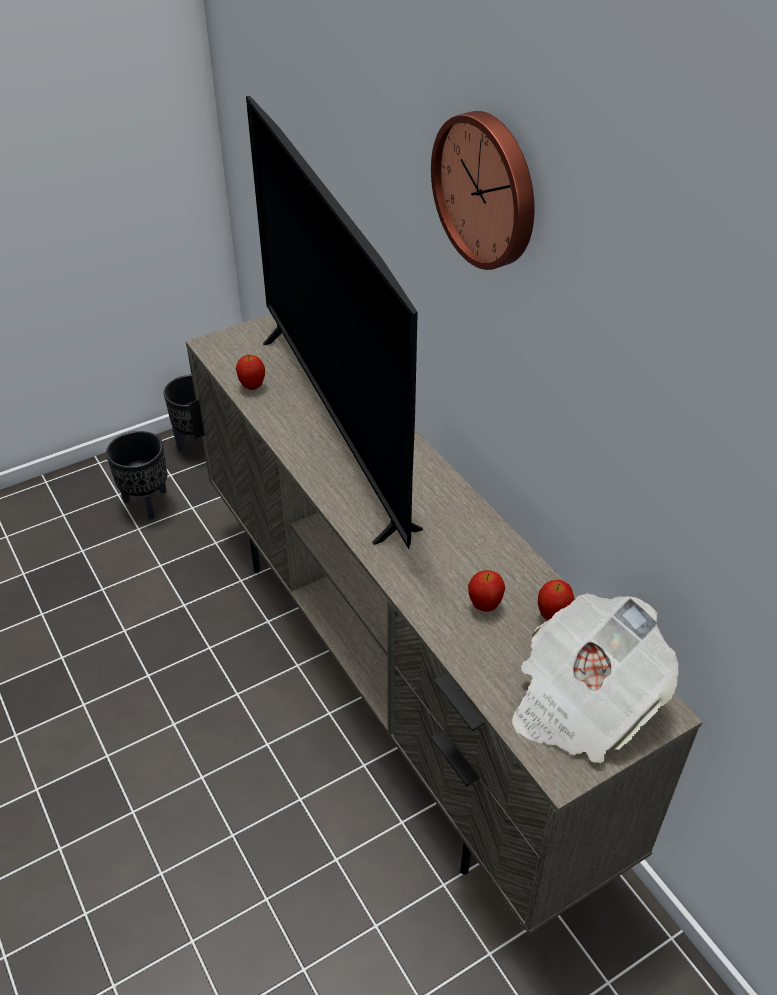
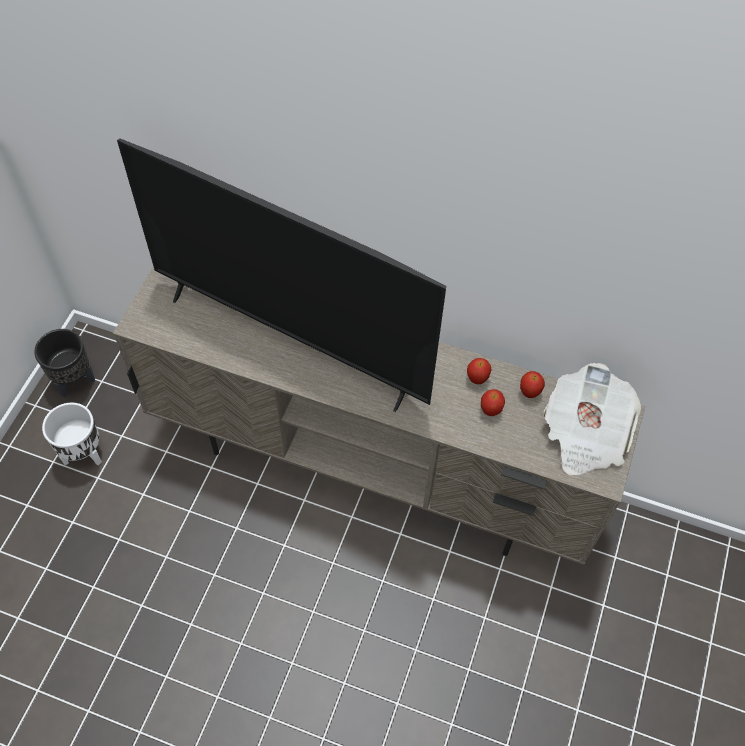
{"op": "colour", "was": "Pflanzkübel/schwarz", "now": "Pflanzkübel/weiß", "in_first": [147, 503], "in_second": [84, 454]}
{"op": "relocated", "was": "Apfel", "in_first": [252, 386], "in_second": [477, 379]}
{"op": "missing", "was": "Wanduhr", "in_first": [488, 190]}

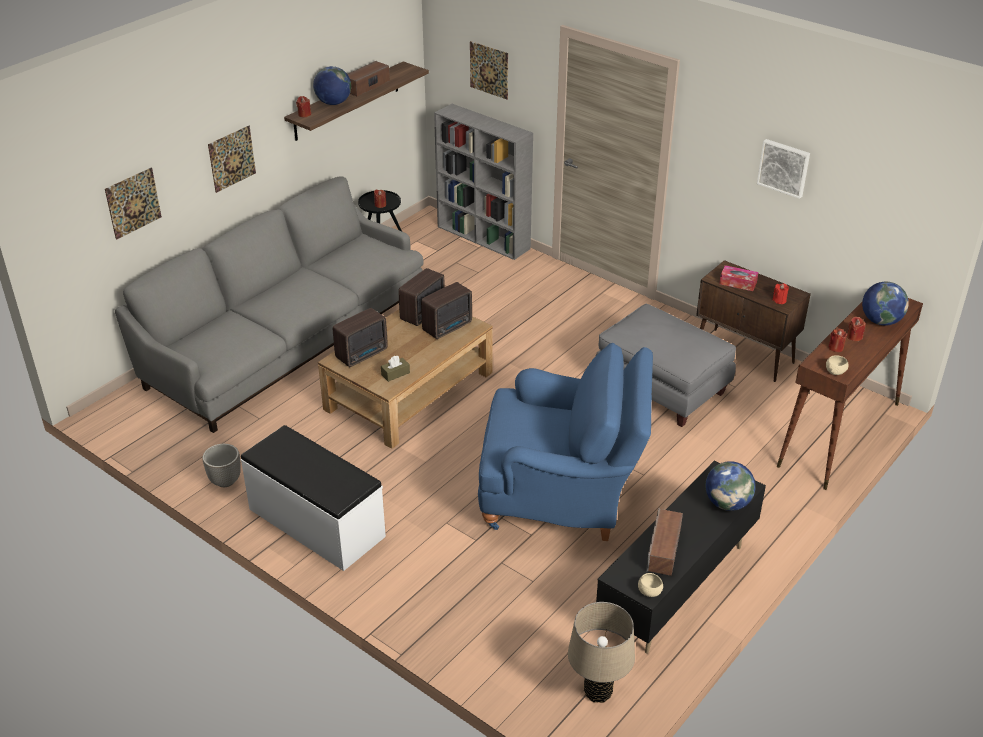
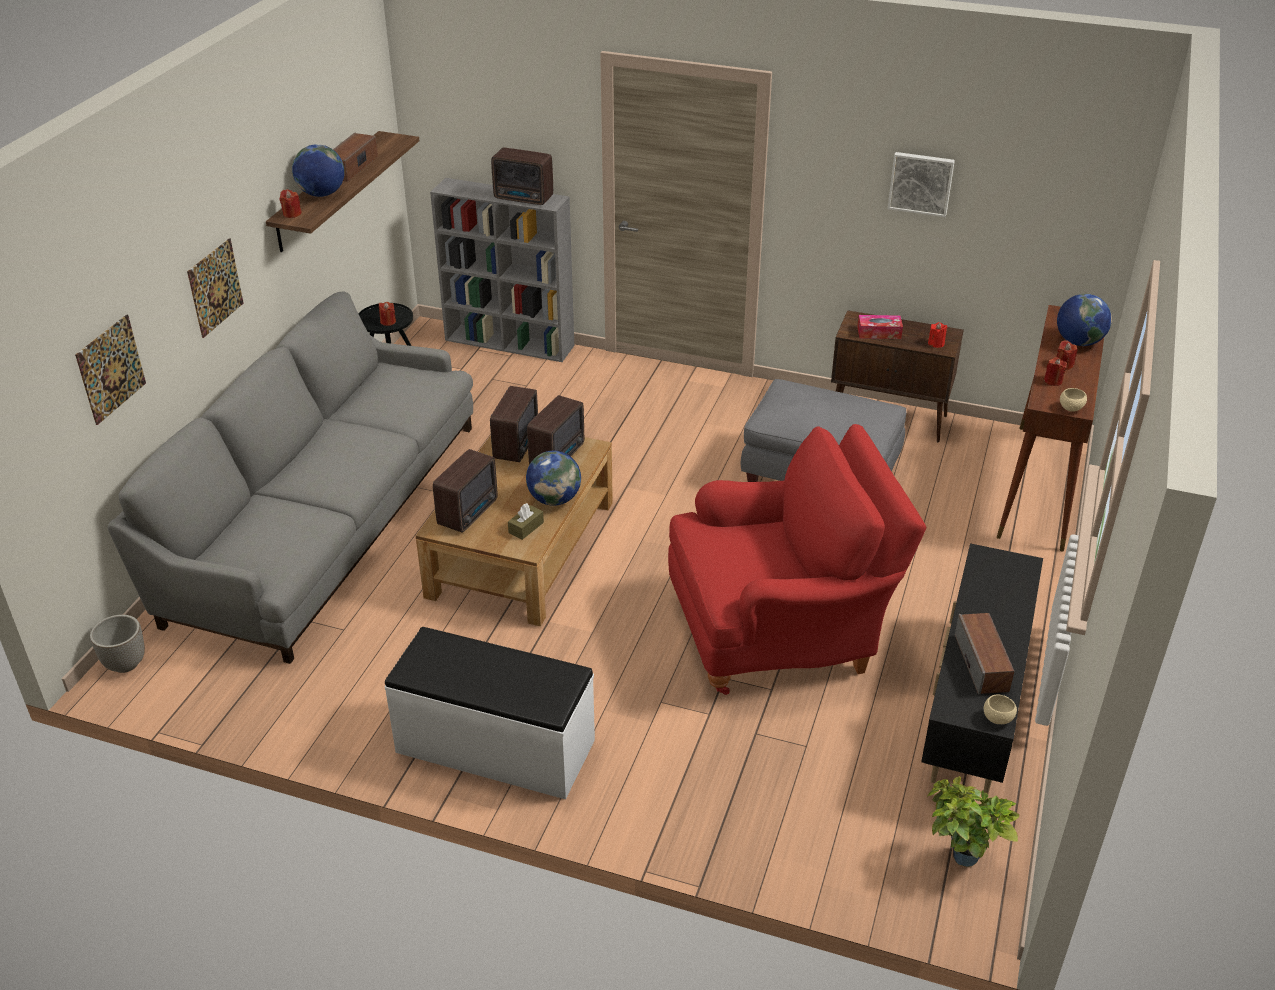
{"op": "relocated", "was": "Pflanzkübel", "in_first": [225, 480], "in_second": [125, 663]}
{"op": "missing", "was": "Bild", "in_first": [489, 70]}
{"op": "colour", "was": "Sessel/blau", "now": "Sessel/rot", "in_first": [562, 495], "in_second": [781, 632]}
{"op": "exchanged", "was": "Tischlampe/beige", "now": "Topfpflanze", "in_first": [598, 692], "in_second": [959, 860]}
{"op": "relocated", "was": "Globus", "in_first": [727, 503], "in_second": [554, 499]}
{"op": "appeared", "now": "Radio", "in_second": [524, 198]}

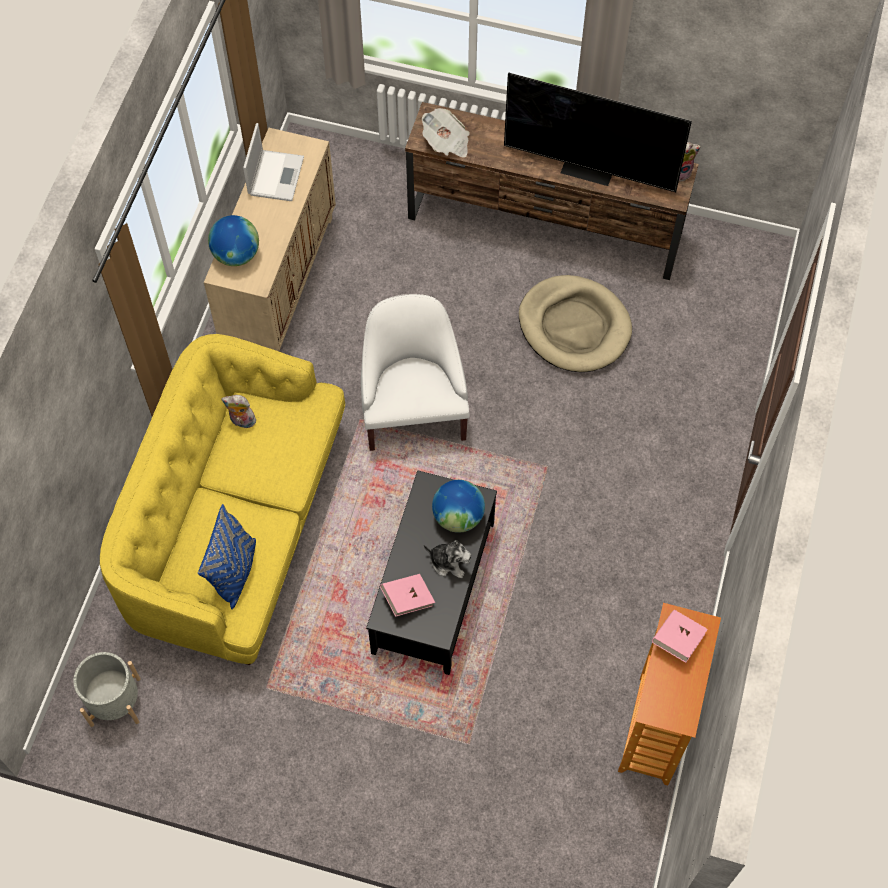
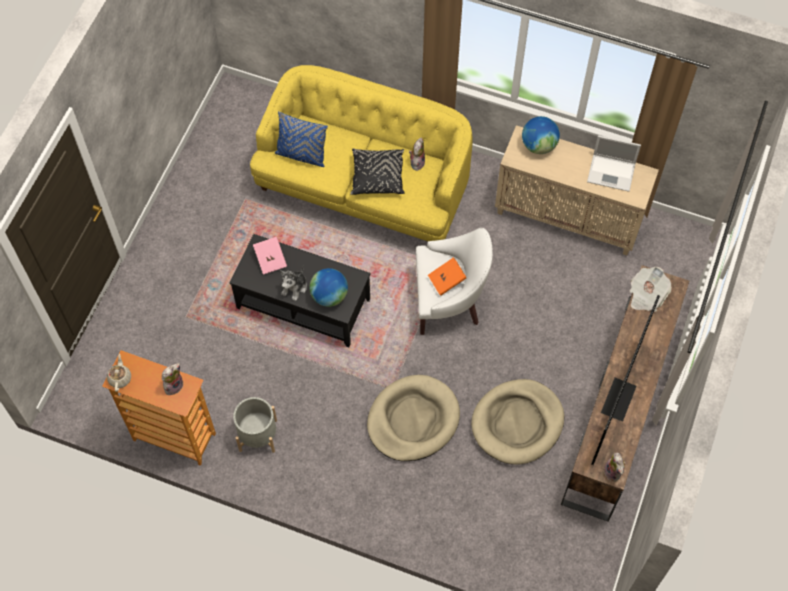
{"op": "relocated", "was": "Pflanzkübel/grau", "in_first": [115, 701], "in_second": [258, 435]}
{"op": "exchanged", "was": "Buch/rosa", "now": "Plüschtier", "in_first": [677, 640], "in_second": [173, 385]}
{"op": "appeared", "now": "Teekanne/beige", "in_second": [120, 378]}
{"op": "appeared", "now": "Kissen/schwarz", "in_second": [377, 176]}
{"op": "appeared", "now": "Hundebett/beige", "in_second": [413, 420]}
{"op": "appeared", "now": "Buch/orange", "in_second": [447, 280]}

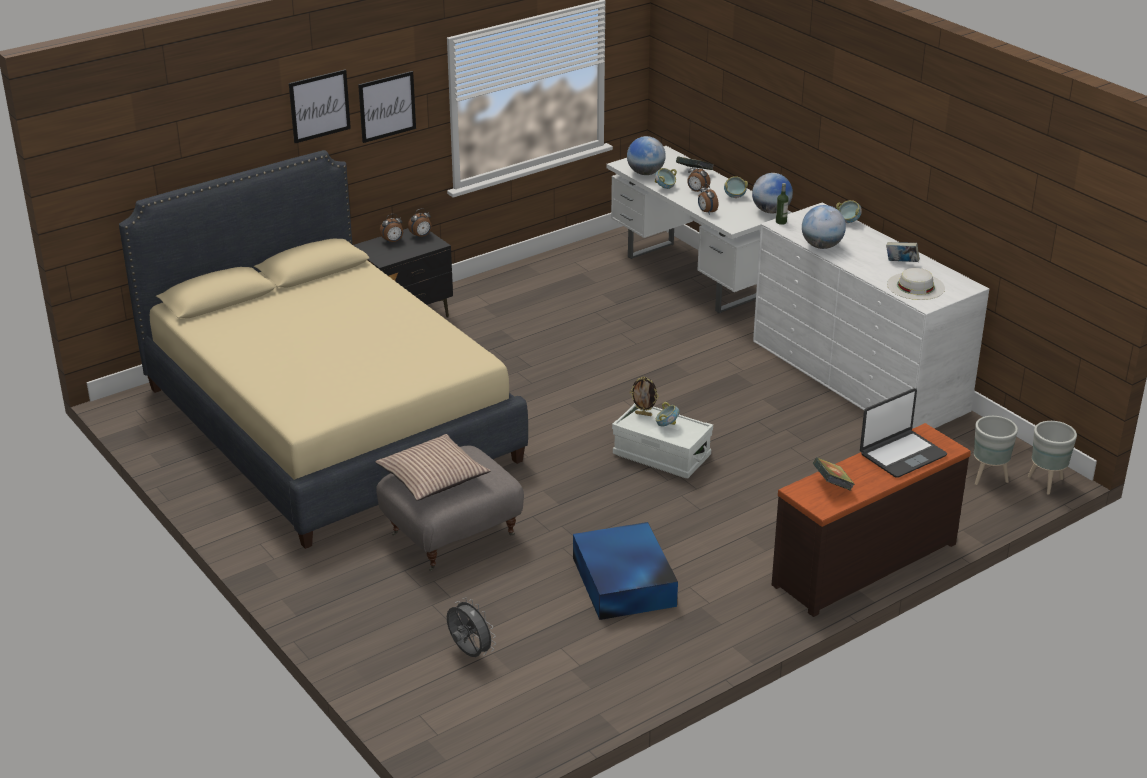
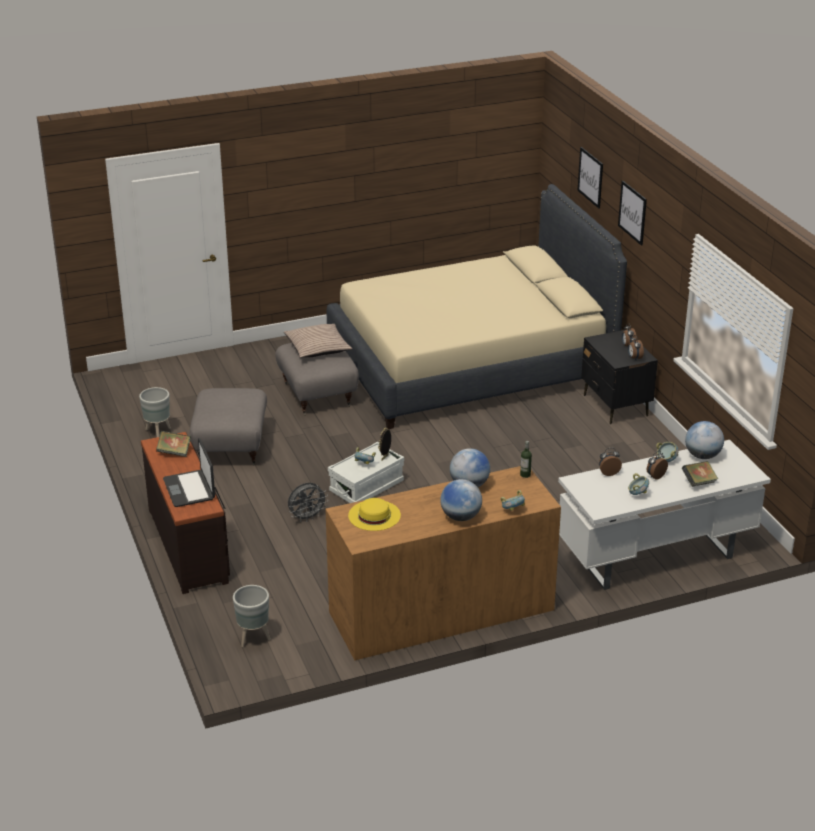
{"op": "relocated", "was": "Bild", "in_first": [387, 106], "in_second": [590, 177]}
{"op": "relocated", "was": "Ventilator/grau", "in_first": [469, 653], "in_second": [307, 517]}
{"op": "exchanged", "was": "Aufbewahrungsbox/blau", "now": "Polsterhocker/grau", "in_first": [623, 583], "in_second": [230, 446]}
{"op": "relocated", "was": "Globus", "in_first": [771, 211], "in_second": [460, 517]}
{"op": "colour", "was": "Kommode/weiß", "now": "Kommode/braun", "in_first": [858, 375], "in_second": [441, 611]}
{"op": "missing", "was": "Buch", "in_first": [901, 263]}
{"op": "colour", "was": "Hut/weiß", "now": "Hut/gelb", "in_first": [915, 286], "in_second": [374, 515]}
{"op": "relocated", "was": "Pflanzkübel/grau", "in_first": [1045, 483], "in_second": [158, 432]}

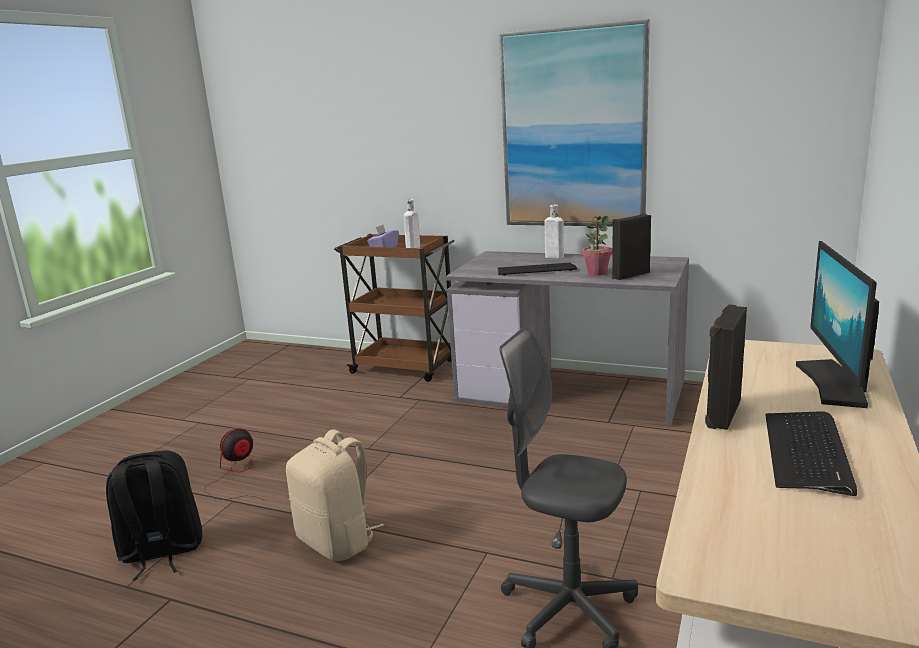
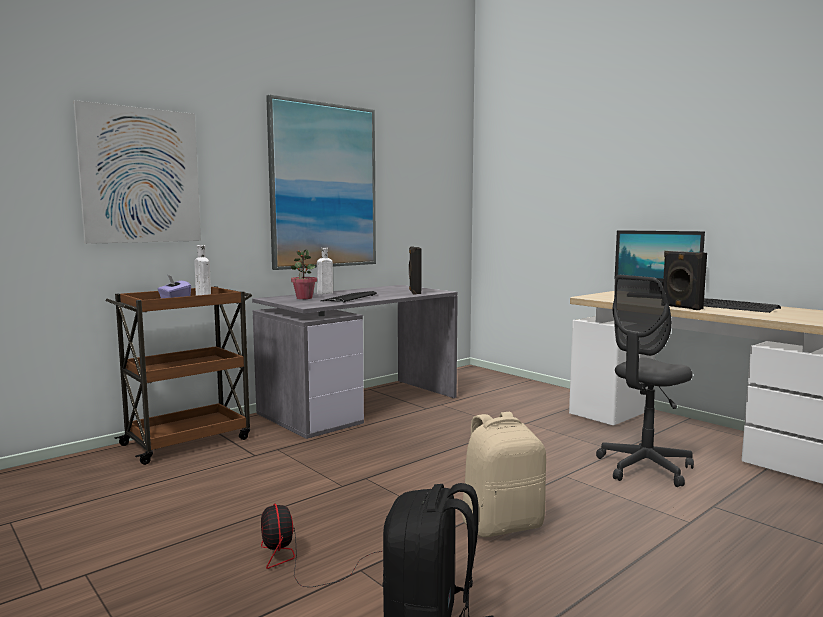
{"op": "relocated", "was": "Topfpflanze", "in_first": [597, 273], "in_second": [304, 298]}
{"op": "appeared", "now": "Bild", "in_second": [141, 176]}

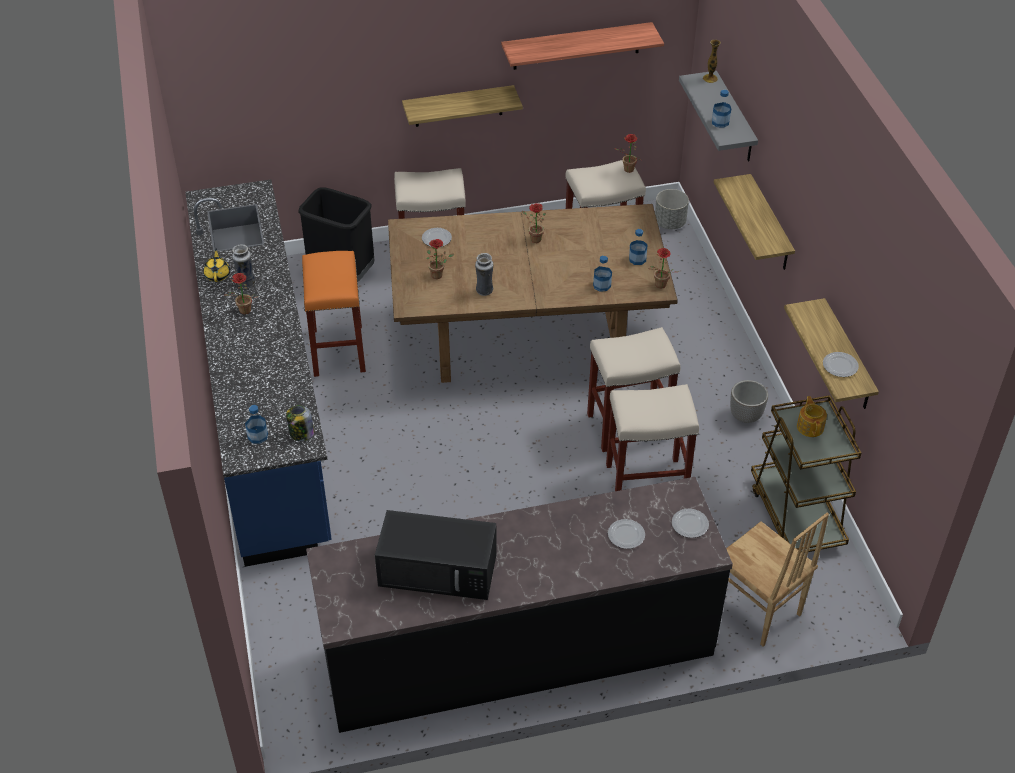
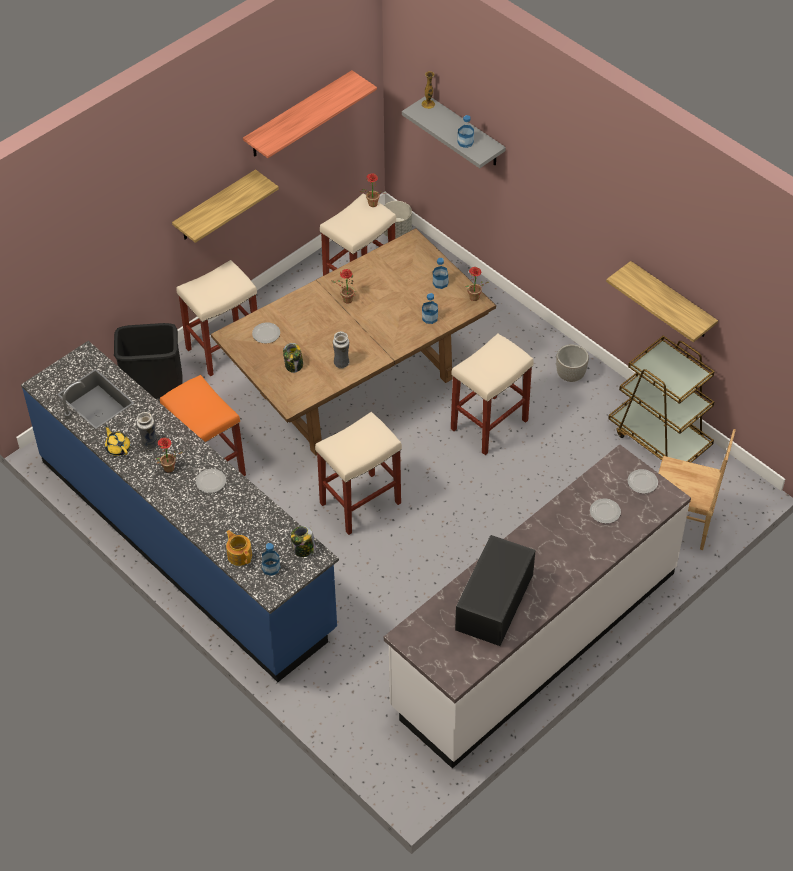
{"op": "colour", "was": "Küchenzeile/schwarz", "now": "Küchenzeile/weiß", "in_first": [517, 648], "in_second": [534, 639]}
{"op": "spun", "was": "Mikrowelle/schwarz", "in_first": [439, 569], "in_second": [494, 603], "clockwise": 135}
{"op": "exchanged", "was": "Topfpflanze", "now": "Vorratsglas", "in_first": [439, 275], "in_second": [294, 365]}
{"op": "relocated", "was": "Hocker/beige", "in_first": [645, 482], "in_second": [359, 504]}
{"op": "missing", "was": "Wandregal", "in_first": [770, 225]}
{"op": "relocated", "was": "Teekanne", "in_first": [810, 426], "in_second": [239, 555]}
{"op": "relocated", "was": "Teller", "in_first": [840, 366], "in_second": [211, 482]}

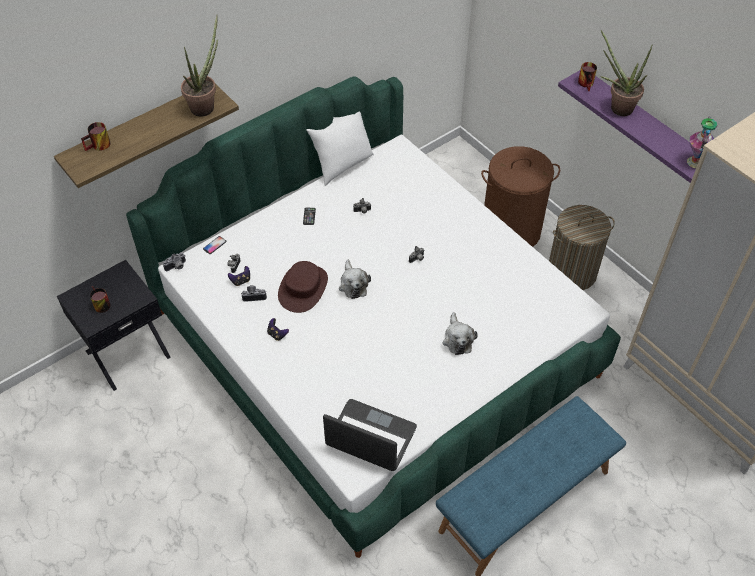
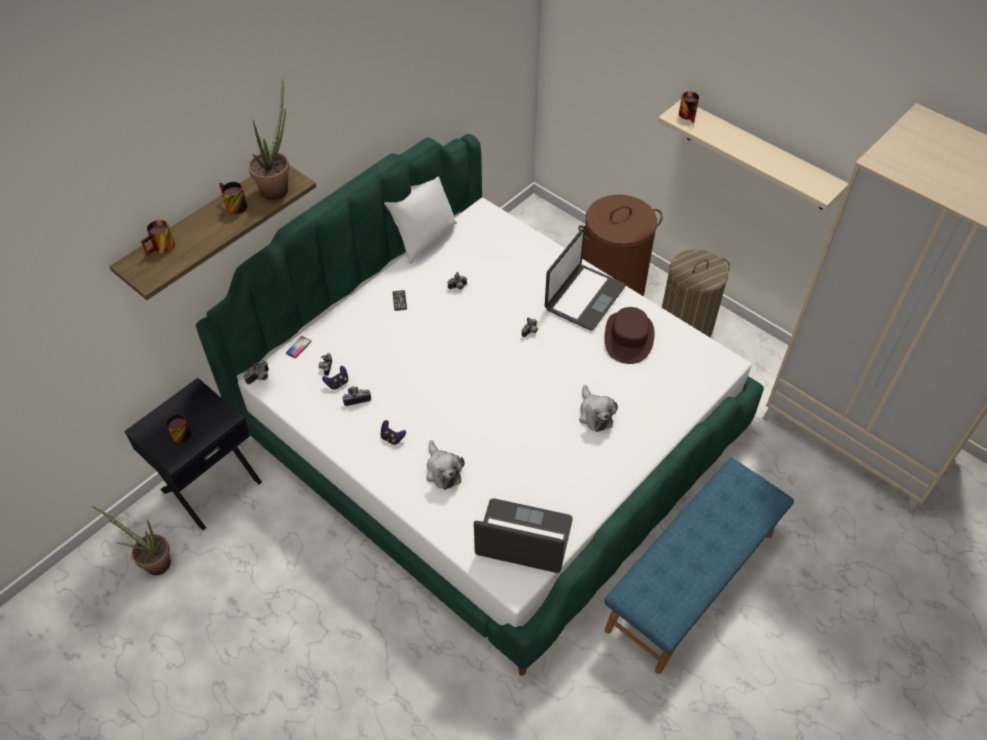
{"op": "relocated", "was": "Hut/braun", "in_first": [303, 288], "in_second": [628, 337]}
{"op": "relocated", "was": "Plüschtier", "in_first": [353, 284], "in_second": [442, 470]}
{"op": "colour", "was": "Wandregal/lila", "now": "Wandregal/beige", "in_first": [644, 127], "in_second": [757, 156]}
{"op": "relocated", "was": "Topfpflanze", "in_first": [617, 107], "in_second": [153, 562]}
{"op": "missing", "was": "Vase", "in_first": [695, 162]}
{"op": "appeared", "now": "Henkelbecher", "in_second": [233, 206]}
{"op": "appeared", "now": "Laptop", "in_second": [584, 297]}

